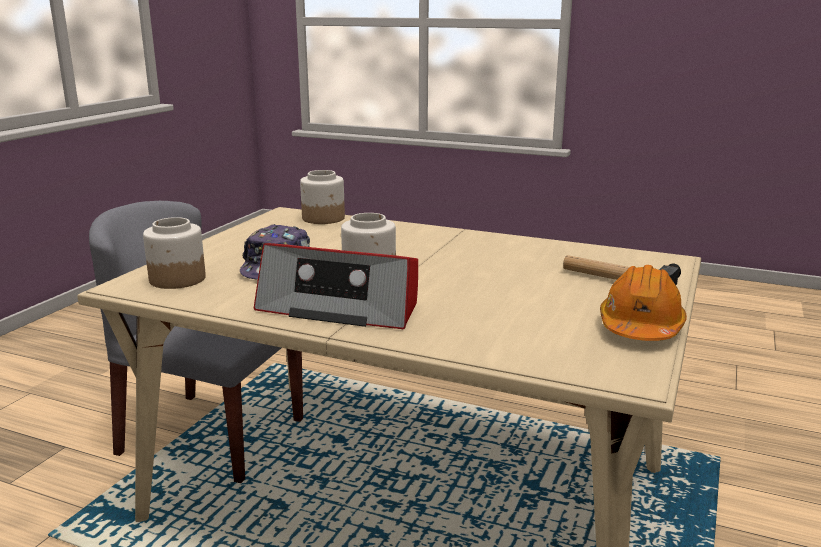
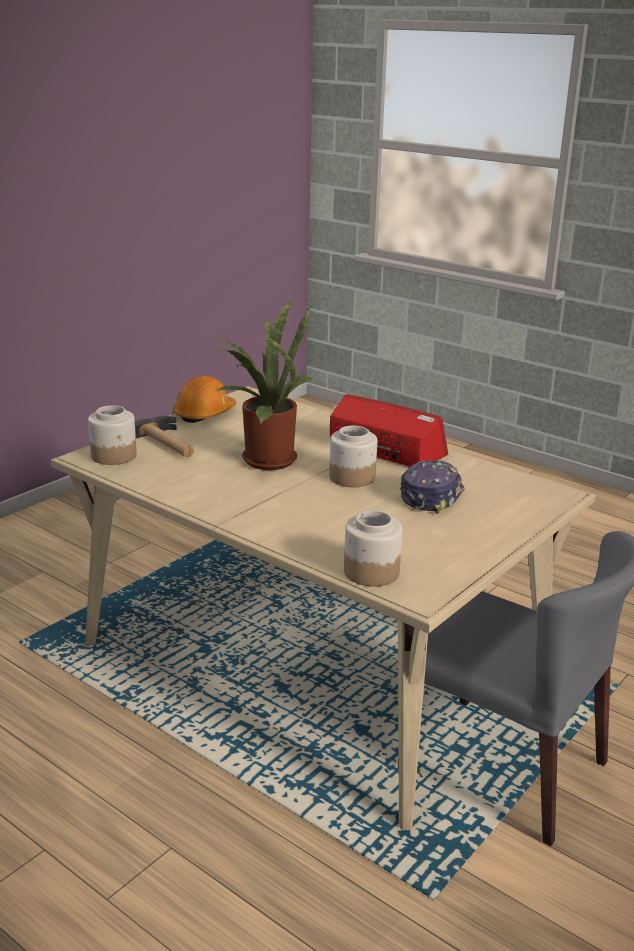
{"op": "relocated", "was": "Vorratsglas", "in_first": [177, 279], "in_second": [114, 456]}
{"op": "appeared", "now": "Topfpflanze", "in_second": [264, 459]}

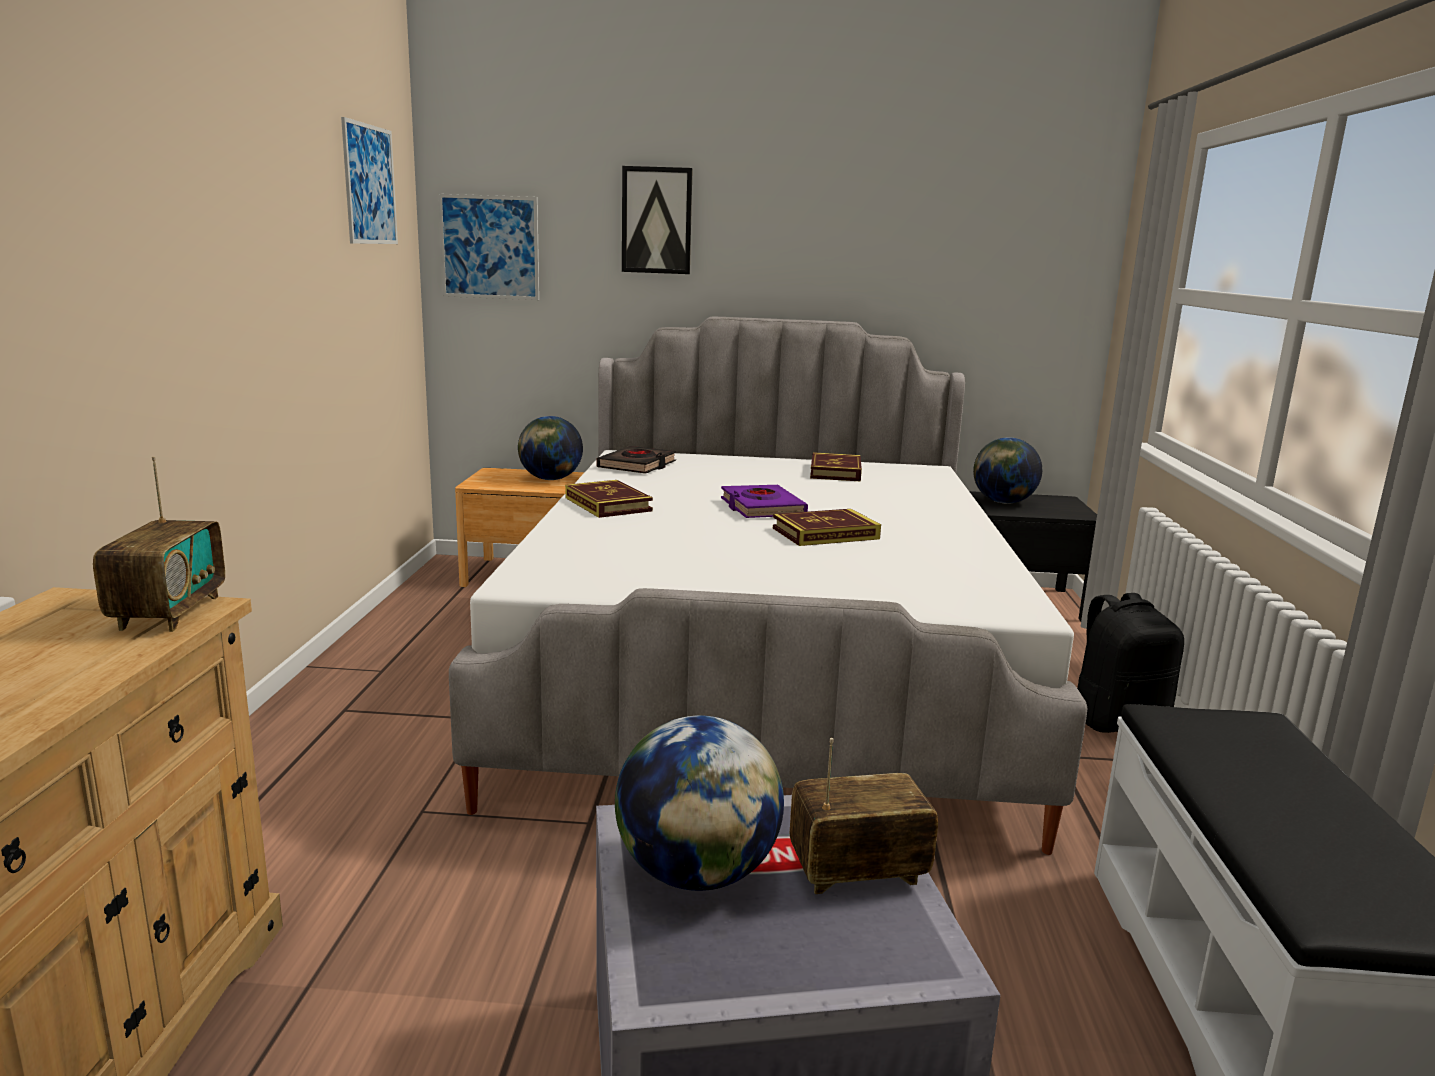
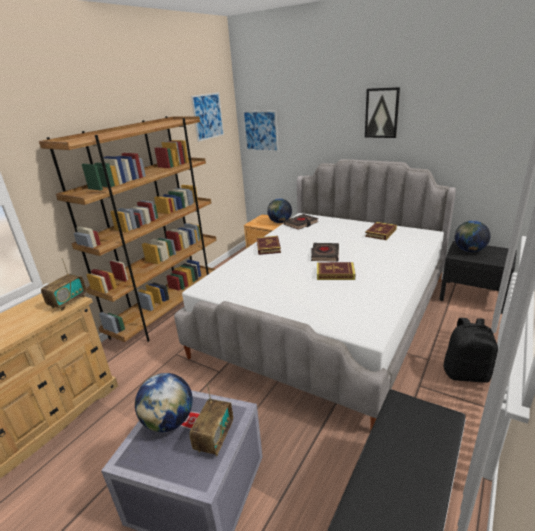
{"op": "relocated", "was": "Bild", "in_first": [657, 220], "in_second": [382, 113]}
{"op": "colour", "was": "Buch/lila", "now": "Buch/schwarz", "in_first": [762, 508], "in_second": [325, 254]}
{"op": "spun", "was": "Radio", "in_first": [858, 873], "in_second": [214, 438], "clockwise": 90}
{"op": "appeared", "now": "Bücherregal/braun", "in_second": [169, 311]}

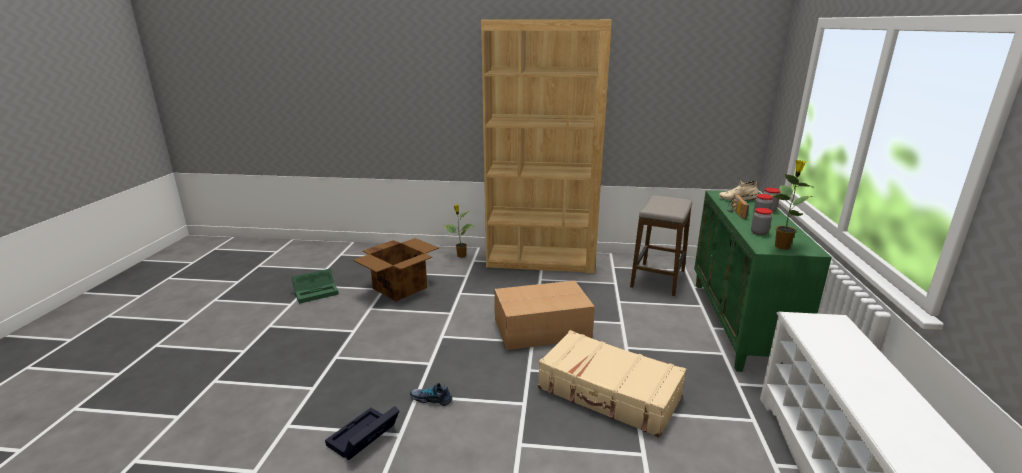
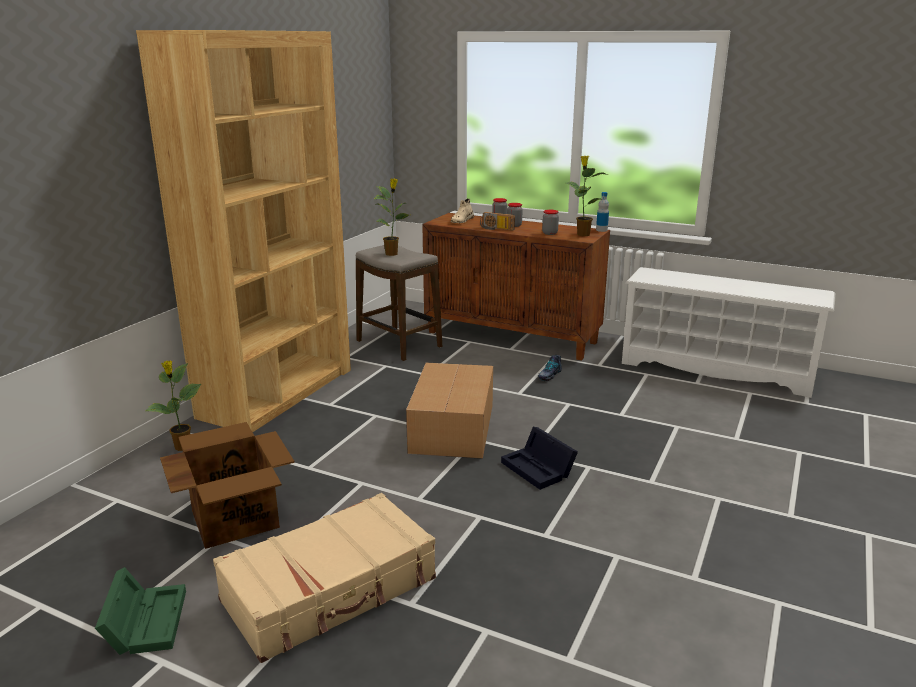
{"op": "relocated", "was": "Aufbewahrungsbox/schwarz", "in_first": [363, 439], "in_second": [539, 469]}
{"op": "relocated", "was": "Schuh", "in_first": [431, 399], "in_second": [549, 375]}
{"op": "relocated", "was": "Koffer/beige", "in_first": [609, 393], "in_second": [331, 590]}
{"op": "colour", "was": "Schrank/grün", "now": "Schrank/braun", "in_first": [739, 324], "in_second": [513, 337]}
{"op": "appeared", "now": "Topfpflanze", "in_second": [392, 254]}
{"op": "appeared", "now": "Flasche", "in_second": [601, 230]}

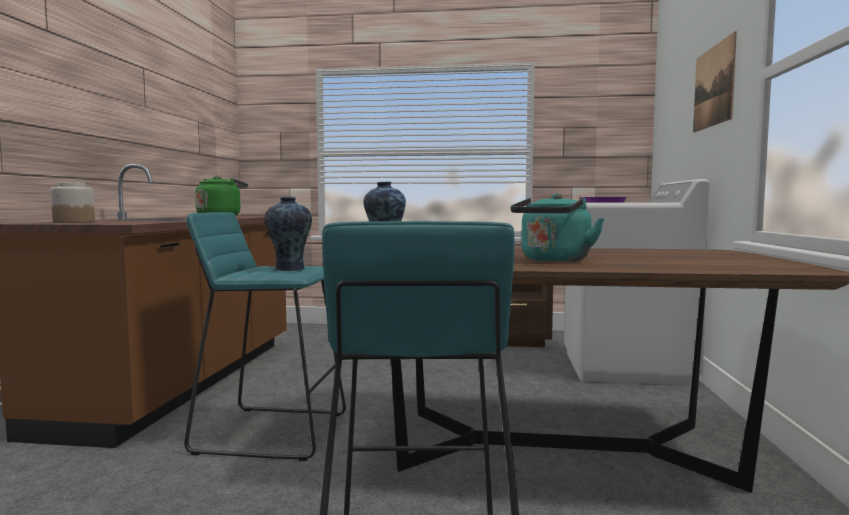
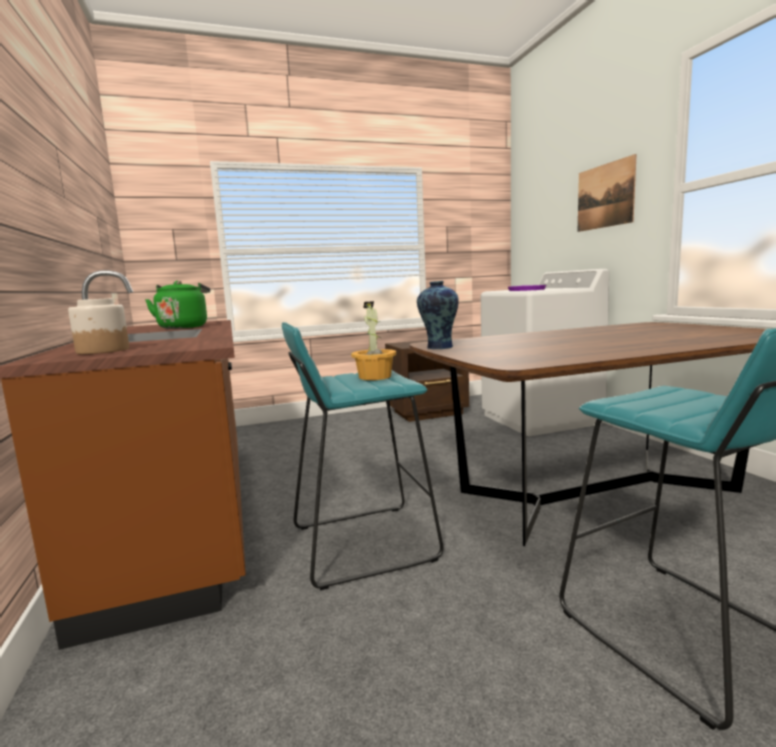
{"op": "exchanged", "was": "Vase", "now": "Topfpflanze", "in_first": [289, 269], "in_second": [375, 377]}
{"op": "missing", "was": "Wasserkessel/türkis", "in_first": [553, 260]}

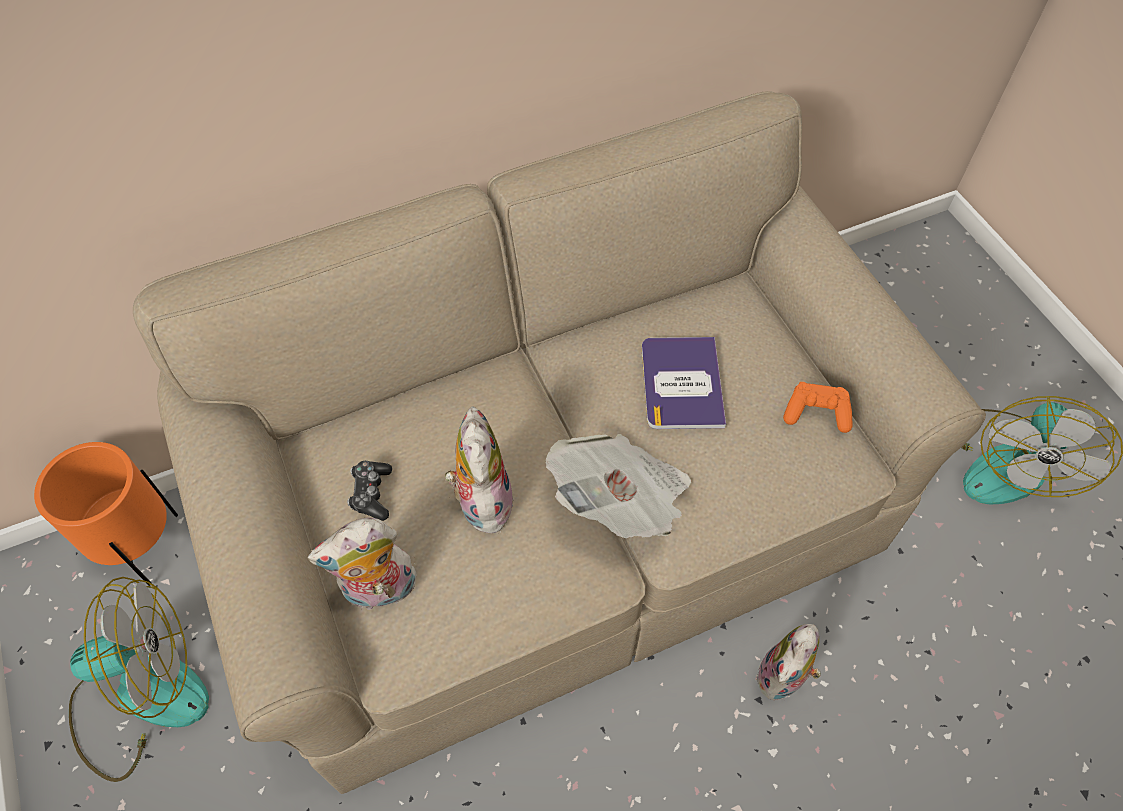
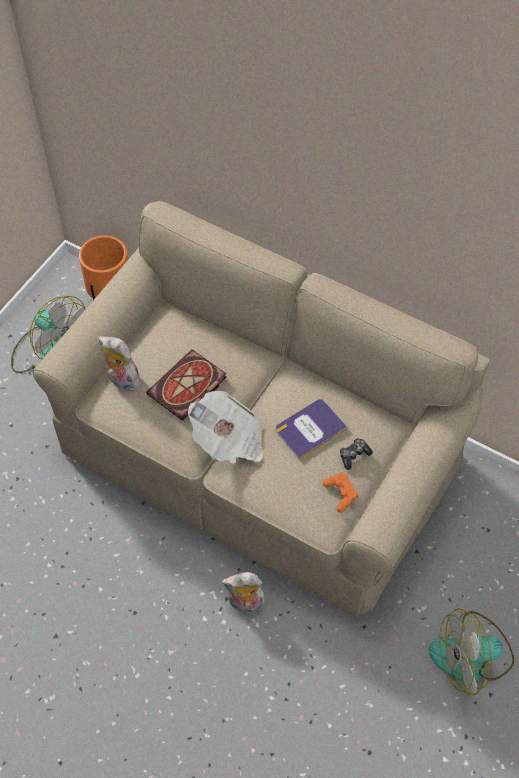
{"op": "relocated", "was": "Gamepad", "in_first": [371, 493], "in_second": [354, 455]}
{"op": "exchanged", "was": "Plüschtier", "now": "Buch", "in_first": [482, 500], "in_second": [187, 388]}

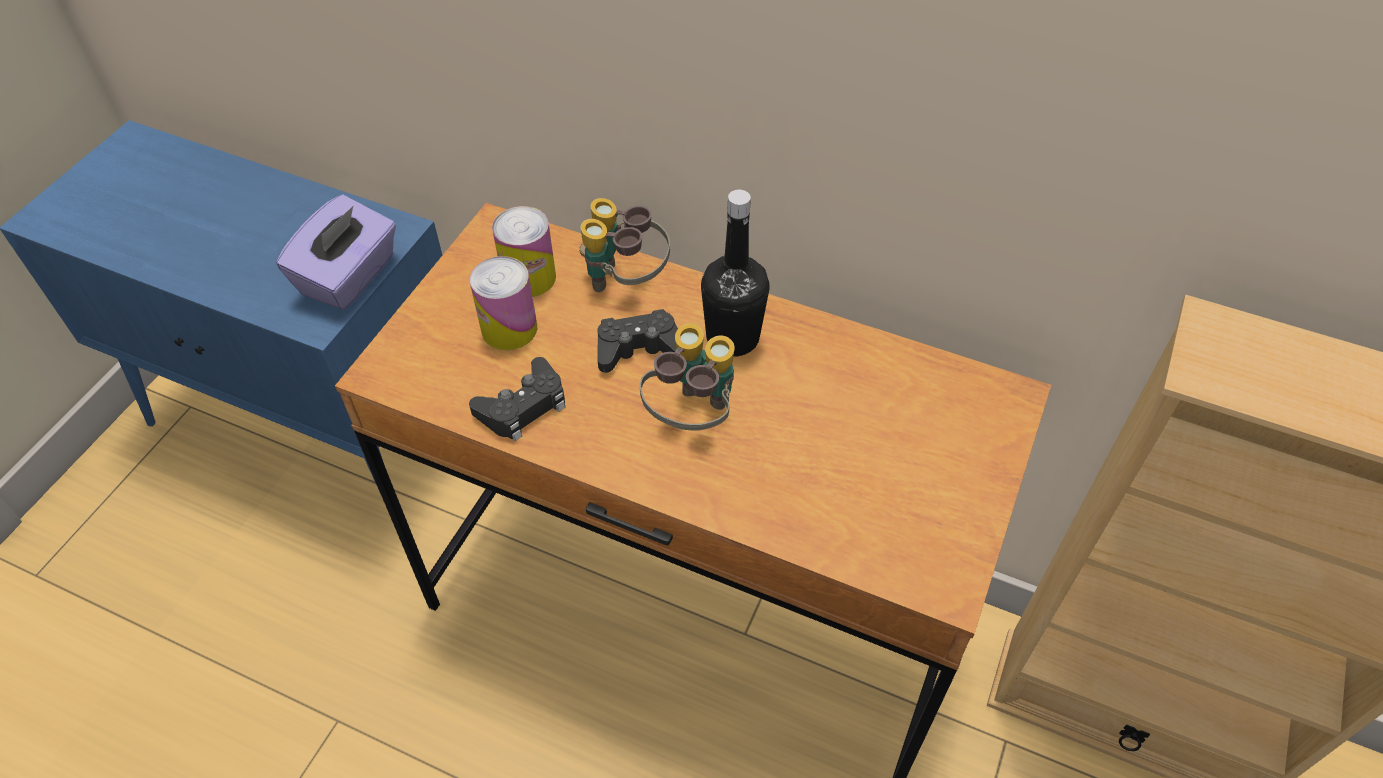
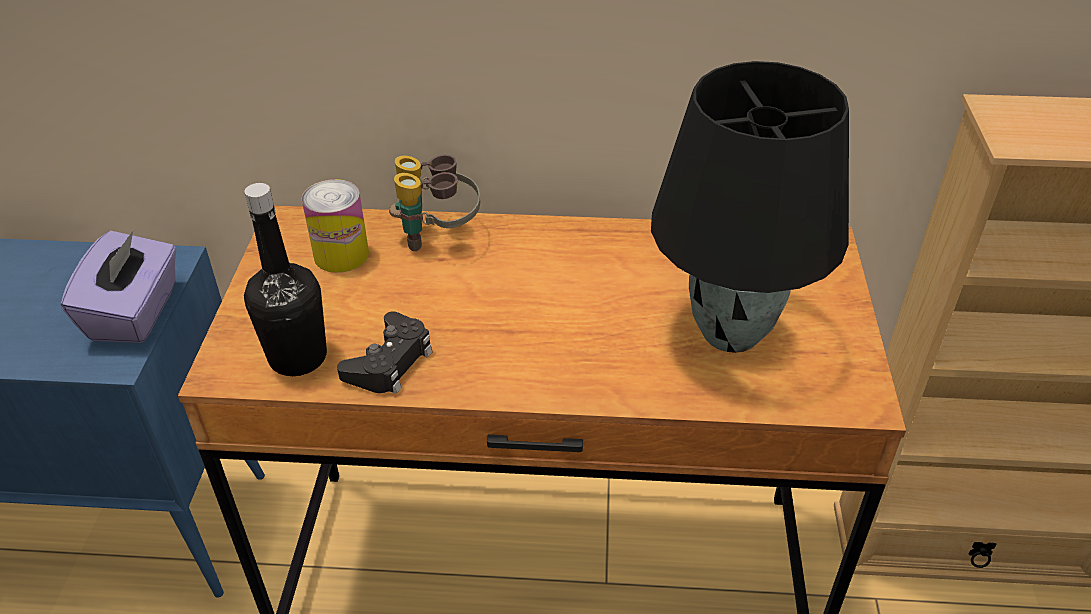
{"op": "missing", "was": "Dose", "in_first": [509, 328]}
{"op": "missing", "was": "Gamepad/schwarz", "in_first": [638, 348]}
{"op": "missing", "was": "Fernglas", "in_first": [692, 416]}
{"op": "relocated", "was": "Flasche/schwarz", "in_first": [732, 338], "in_second": [298, 357]}
{"op": "appeared", "now": "Tischlampe/schwarz", "in_second": [728, 333]}

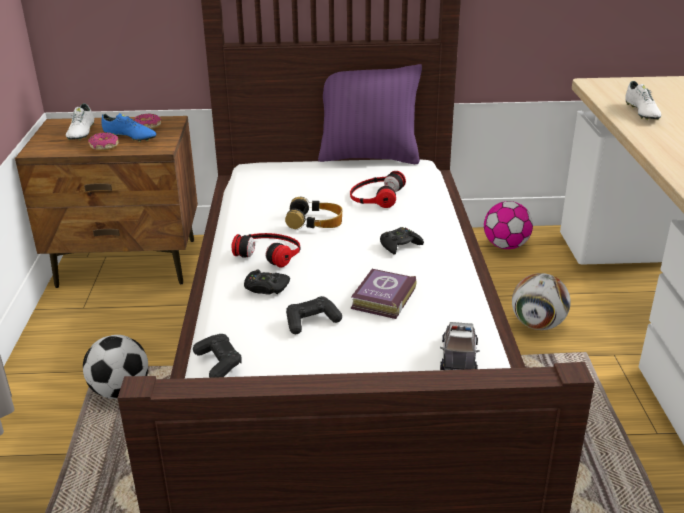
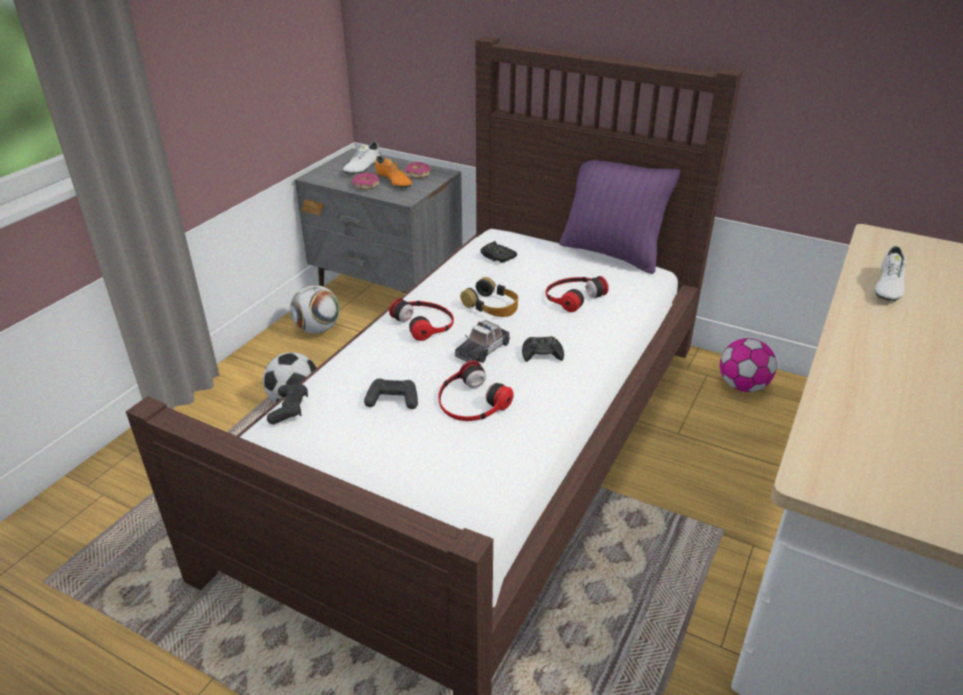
{"op": "colour", "was": "Nachttisch/braun", "now": "Nachttisch/grau", "in_first": [128, 263], "in_second": [388, 292]}
{"op": "colour", "was": "Schuh/blau", "now": "Schuh/orange", "in_first": [130, 138], "in_second": [393, 182]}
{"op": "relocated", "was": "Gamepad/schwarz", "in_first": [266, 288], "in_second": [497, 256]}
{"op": "exchanged", "was": "Buch", "now": "Kopfhörer", "in_first": [382, 299], "in_second": [471, 401]}
{"op": "relocated", "was": "Spielzeugauto", "in_first": [458, 357], "in_second": [482, 349]}
{"op": "relocated", "was": "Fußball", "in_first": [537, 325], "in_second": [317, 329]}

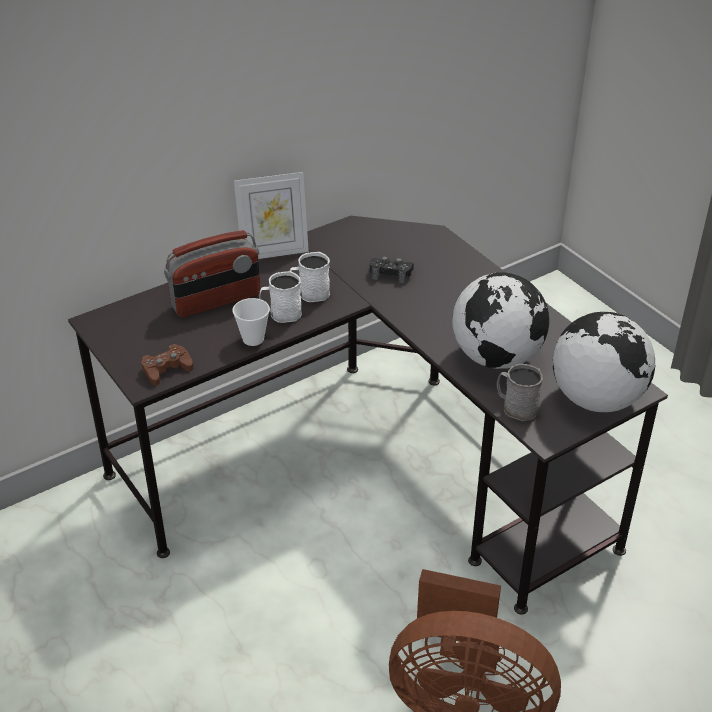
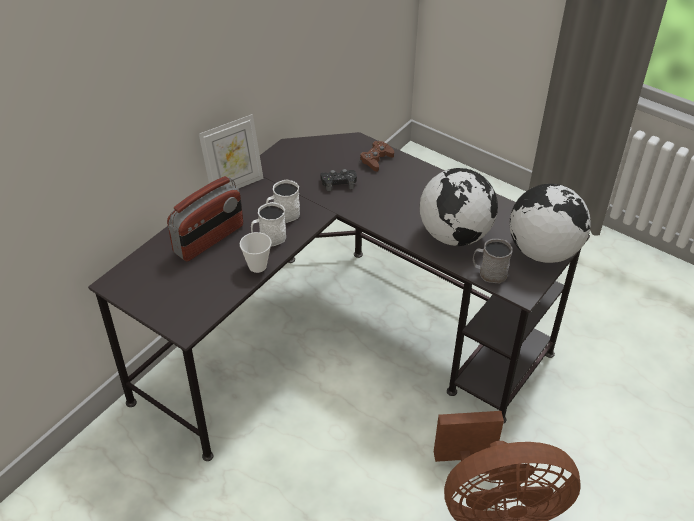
{"op": "relocated", "was": "Gamepad/braun", "in_first": [166, 369], "in_second": [376, 159]}

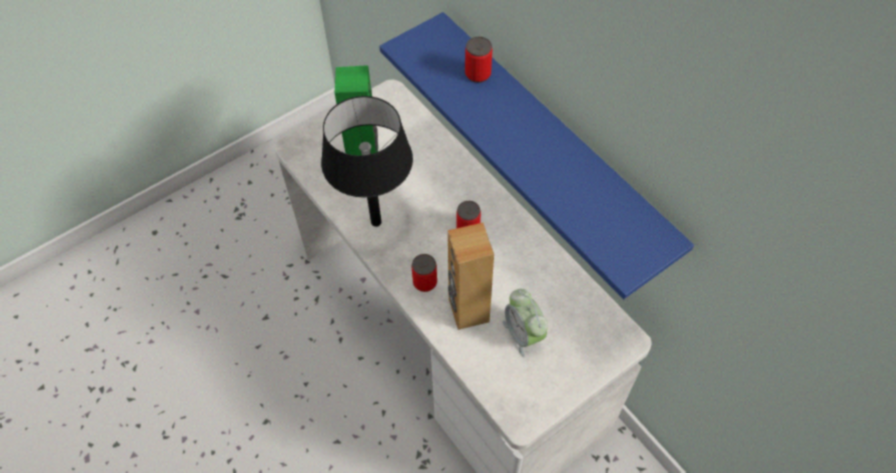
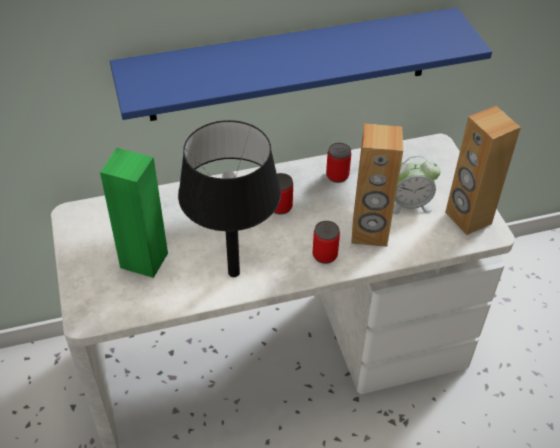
{"op": "relocated", "was": "Dose", "in_first": [478, 74], "in_second": [337, 175]}
{"op": "appeared", "now": "Lautsprecher/braun", "in_second": [467, 218]}

